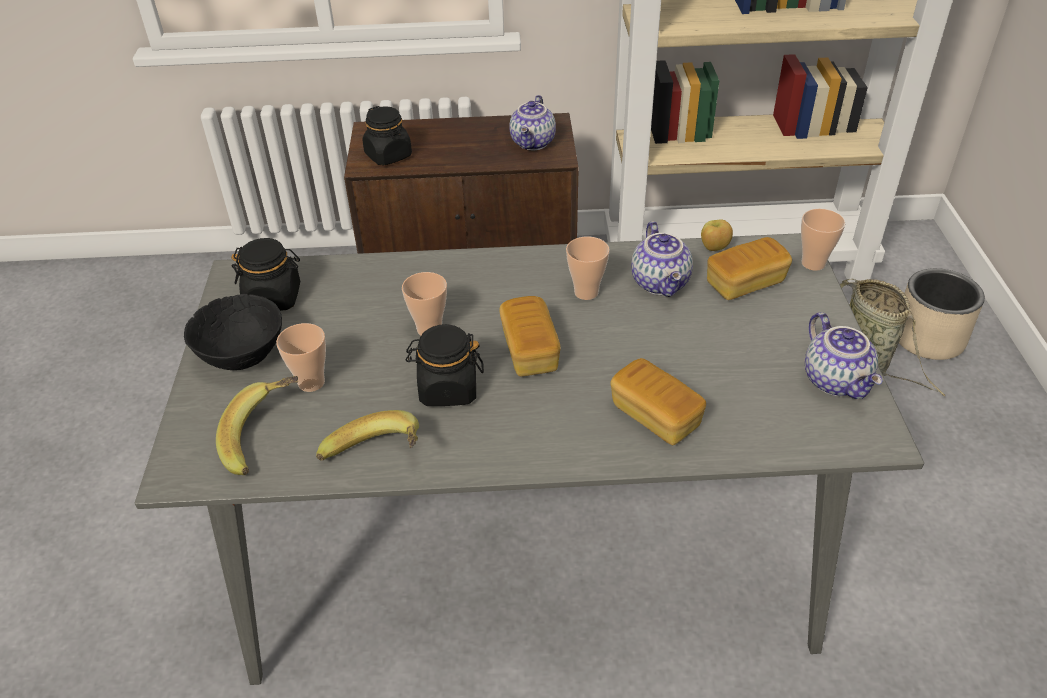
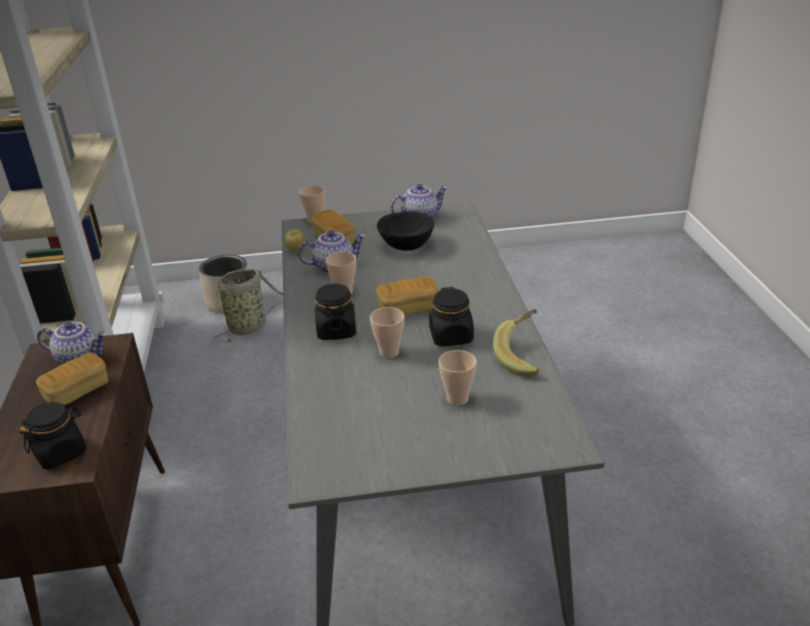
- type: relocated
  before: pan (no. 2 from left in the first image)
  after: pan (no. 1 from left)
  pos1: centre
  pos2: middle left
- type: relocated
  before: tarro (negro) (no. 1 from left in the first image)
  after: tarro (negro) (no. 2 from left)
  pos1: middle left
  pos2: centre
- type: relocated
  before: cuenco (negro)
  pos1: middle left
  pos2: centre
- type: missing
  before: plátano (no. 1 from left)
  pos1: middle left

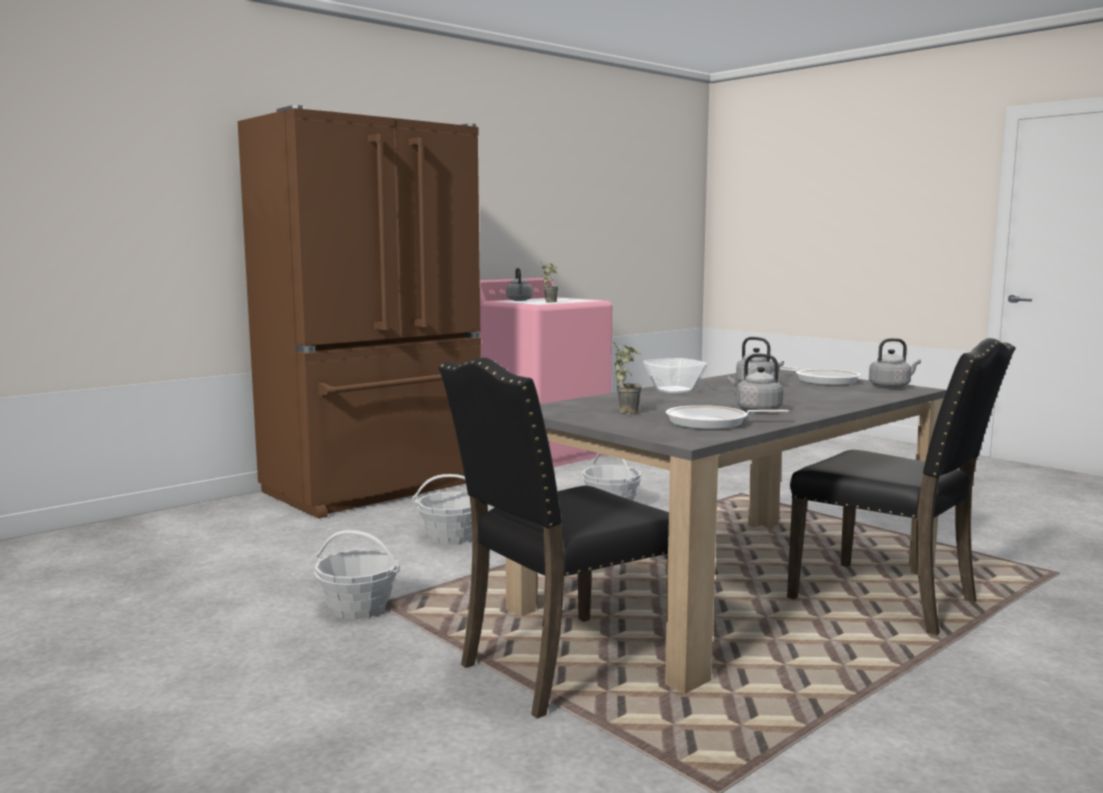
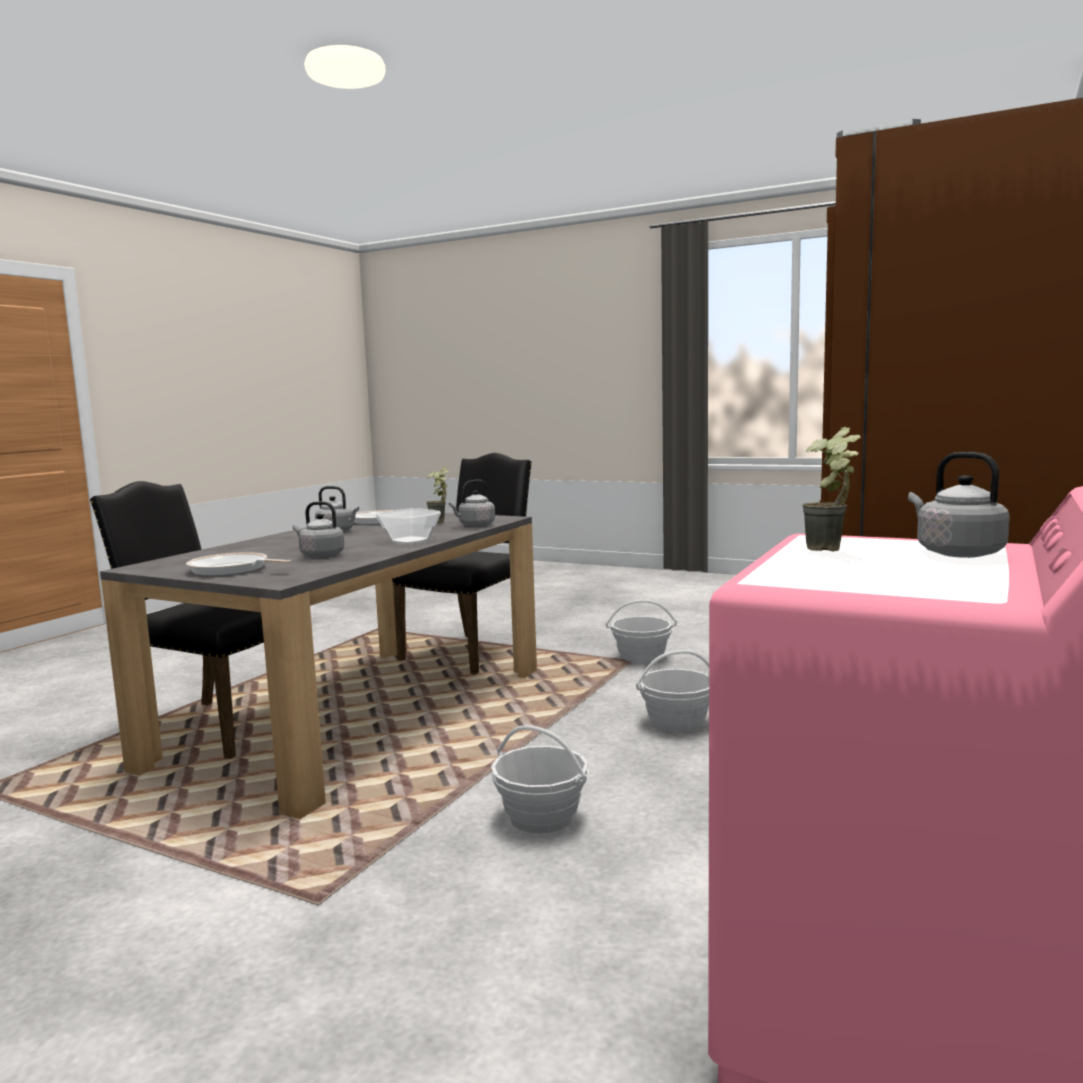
- type: relocated
  before: hervidor (gris) (no. 4 from left in the first image)
  after: hervidor (gris) (no. 3 from left)
  pos1: middle right
  pos2: centre

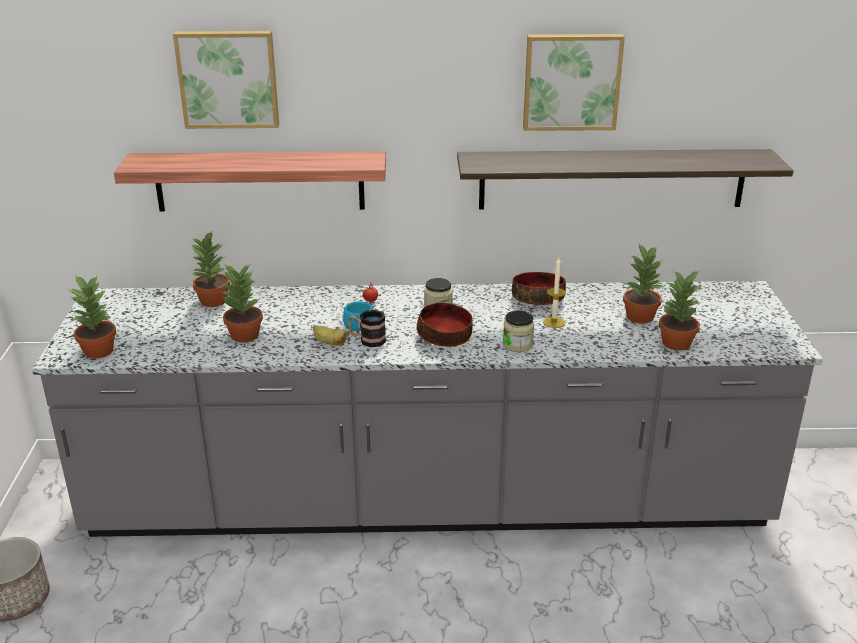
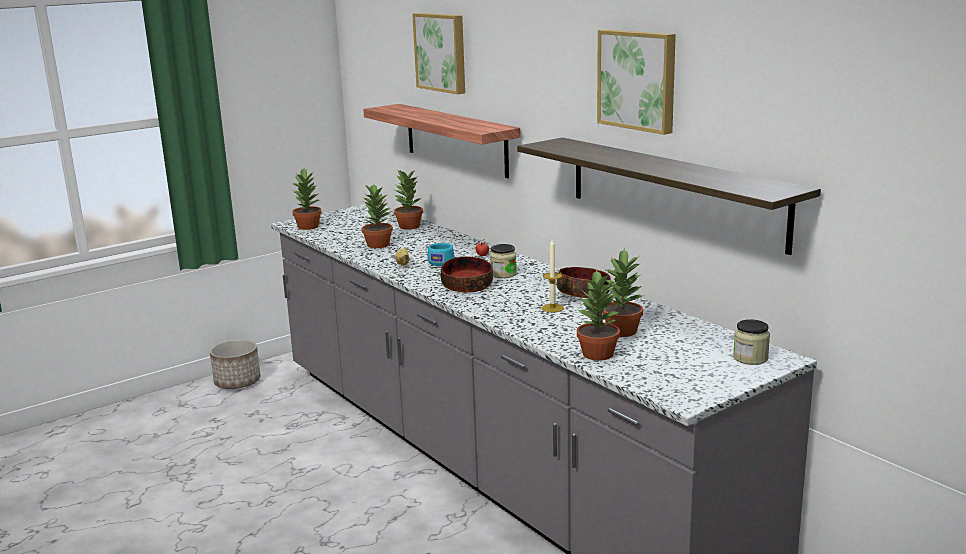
- type: relocated
  before: tarro (no. 2 from left)
  pos1: centre
  pos2: middle right
- type: missing
  before: taza grande
  pos1: centre

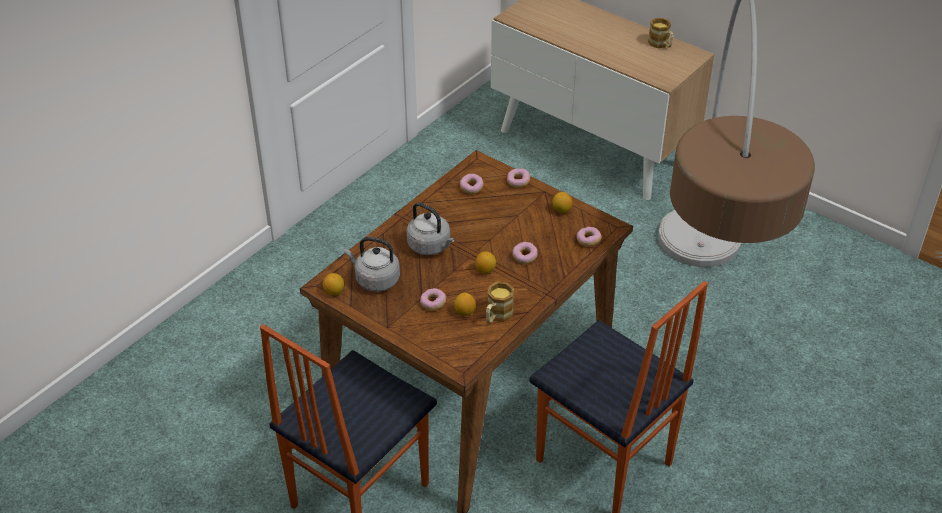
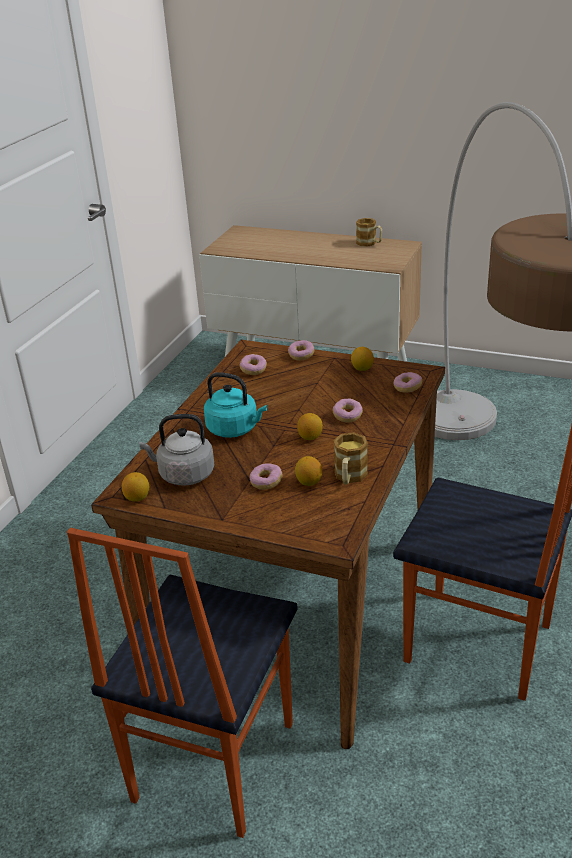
- type: colour
  before: hervidor (gris) (no. 2 from left)
  after: hervidor (turquesa)
  pos1: centre
  pos2: centre

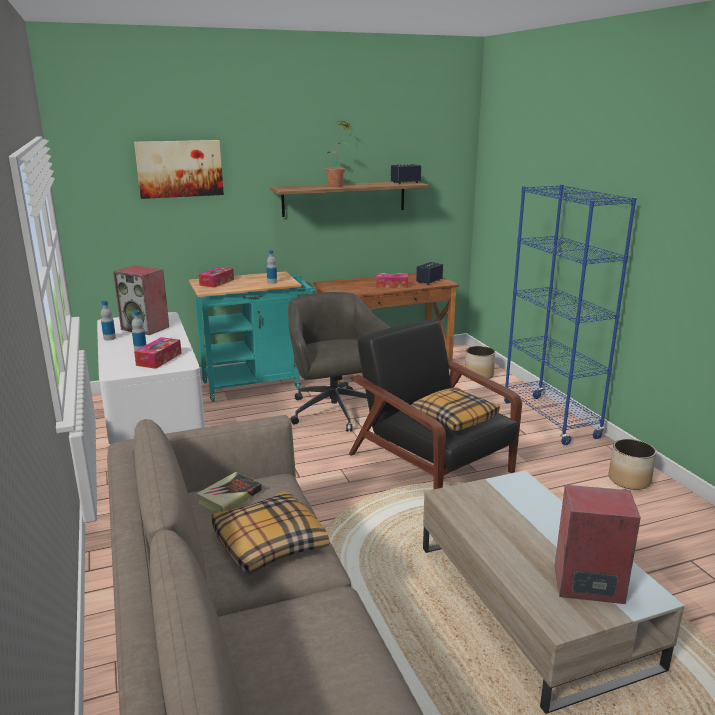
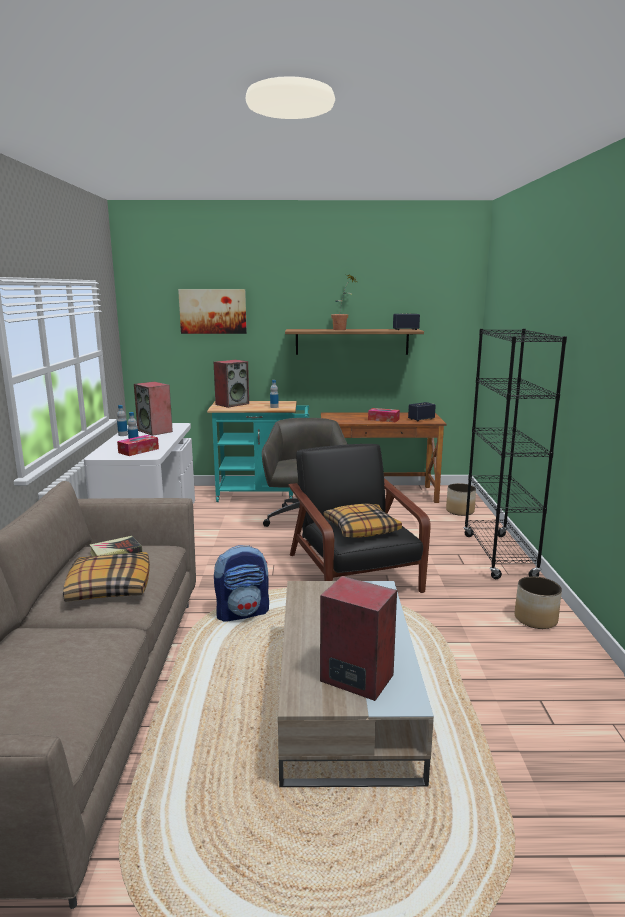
- type: exchanged
  before: caja de pañuelos (no. 2 from left)
  after: altavoz (no. 2 from left)
  pos1: middle left
  pos2: centre
- type: appeared
  after: mochila
  pos2: centre
- type: colour
  before: estantería (azul)
  after: estantería (negro)
  pos1: middle right
  pos2: middle right

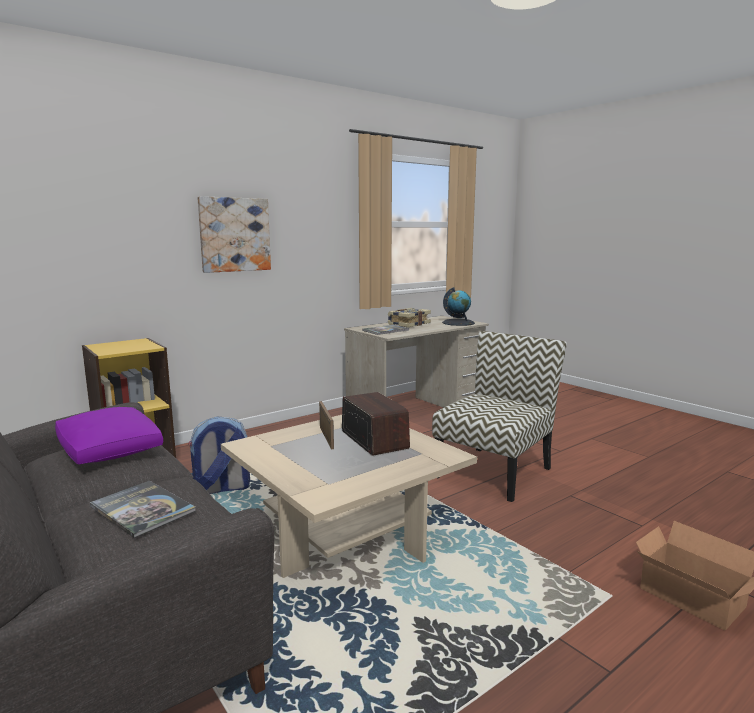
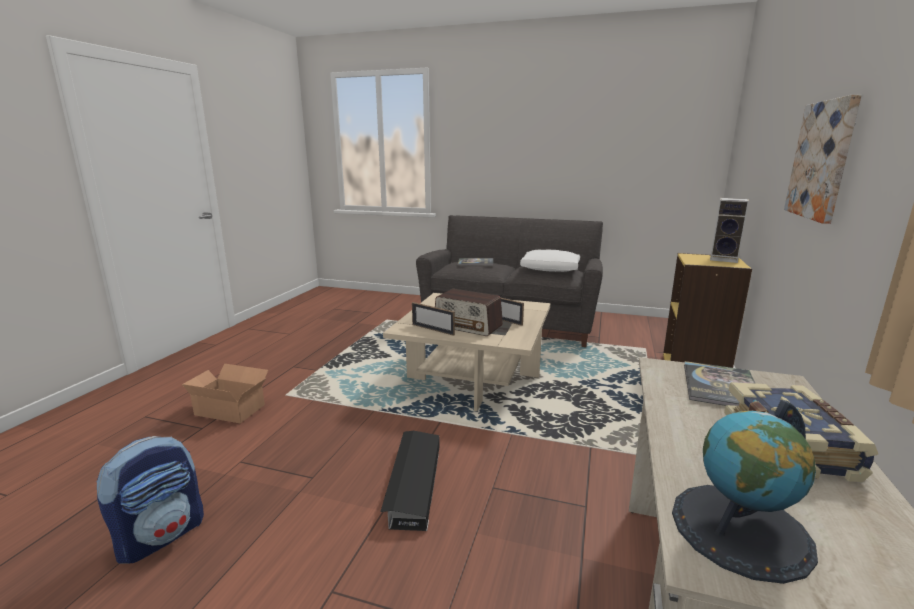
- type: relocated
  before: mochila
  pos1: middle left
  pos2: bottom left
- type: exchanged
  before: silla
  after: caja de almacenaje (negro)
  pos1: centre
  pos2: bottom centre
- type: appeared
  after: portarretratos (no. 1 from left)
  pos2: centre
- type: colour
  before: cojín (morado)
  after: cojín (blanco)
  pos1: middle left
  pos2: centre
- type: appeared
  after: altavoz
  pos2: middle right

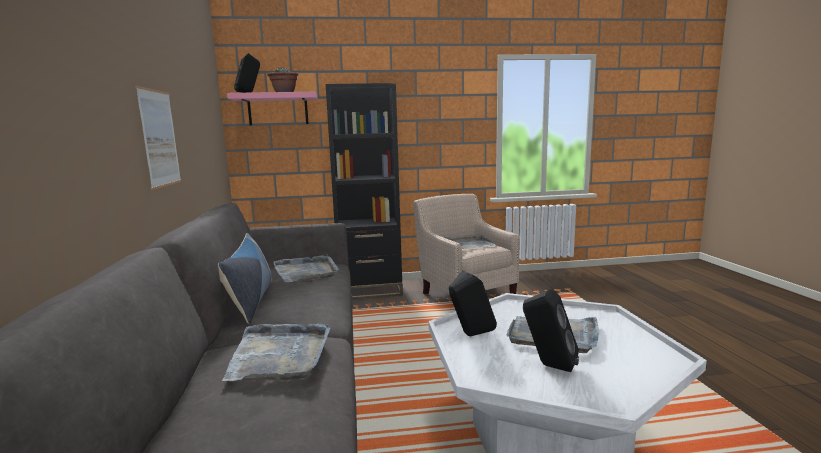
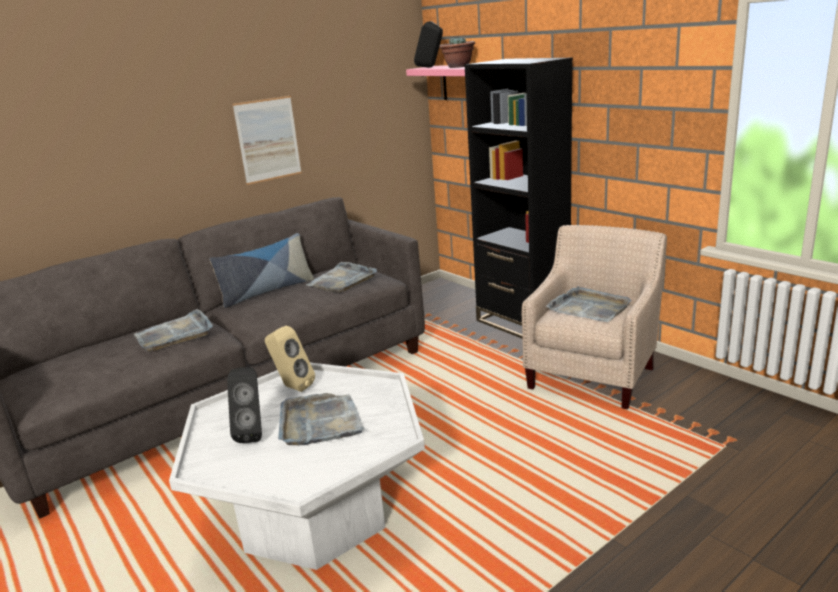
- type: colour
  before: altavoz (negro) (no. 2 from left)
  after: altavoz (beis)
  pos1: bottom centre
  pos2: centre

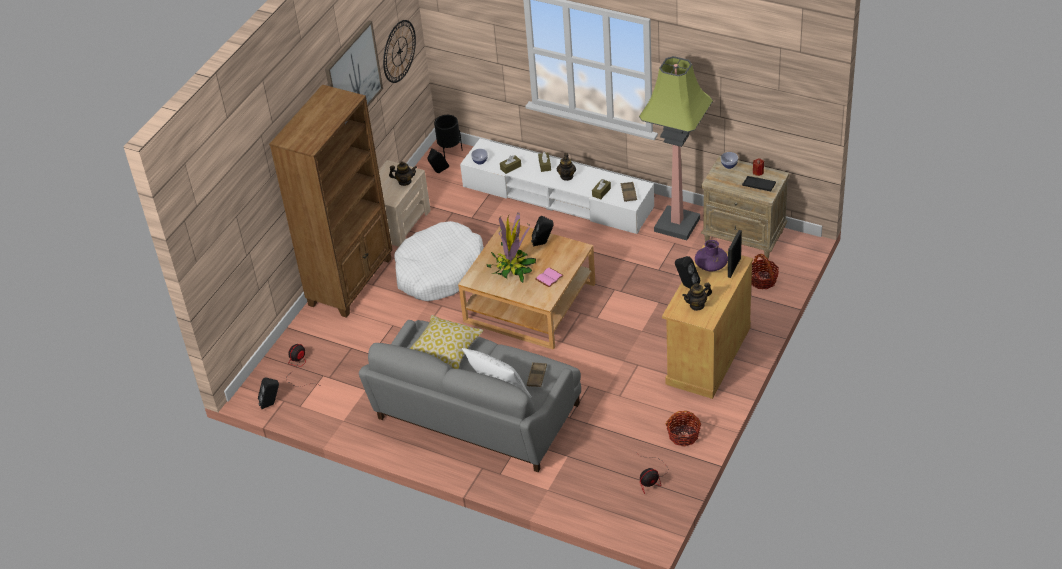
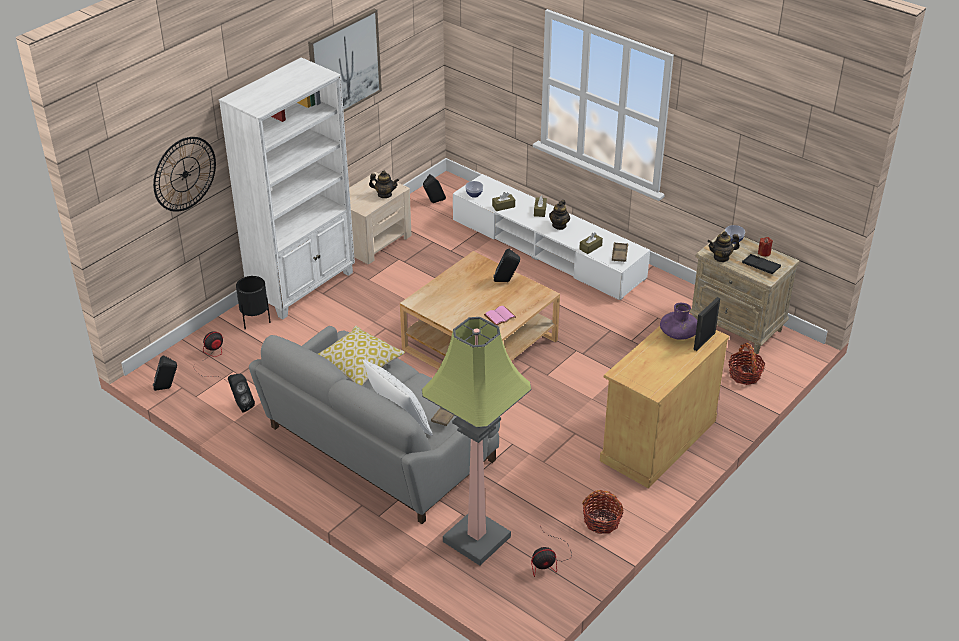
- type: relocated
  before: reloj de pared
  pos1: top centre
  pos2: top left
- type: colour
  before: estantería (marrón)
  after: estantería (blanco)
  pos1: middle left
  pos2: top left
- type: relocated
  before: altavoz (negro) (no. 4 from left in the first image)
  after: altavoz (negro) (no. 2 from left)
  pos1: centre
  pos2: middle left
- type: relocated
  before: maceta (negro)
  pos1: top centre
  pos2: middle left
- type: relocated
  before: lámpara de pie
  pos1: top centre
  pos2: bottom centre
- type: relocated
  before: tetera (no. 3 from left)
  pos1: centre
  pos2: middle right
- type: missing
  before: cama para perro (blanco)
  pos1: centre
- type: missing
  before: planta en maceta
  pos1: centre

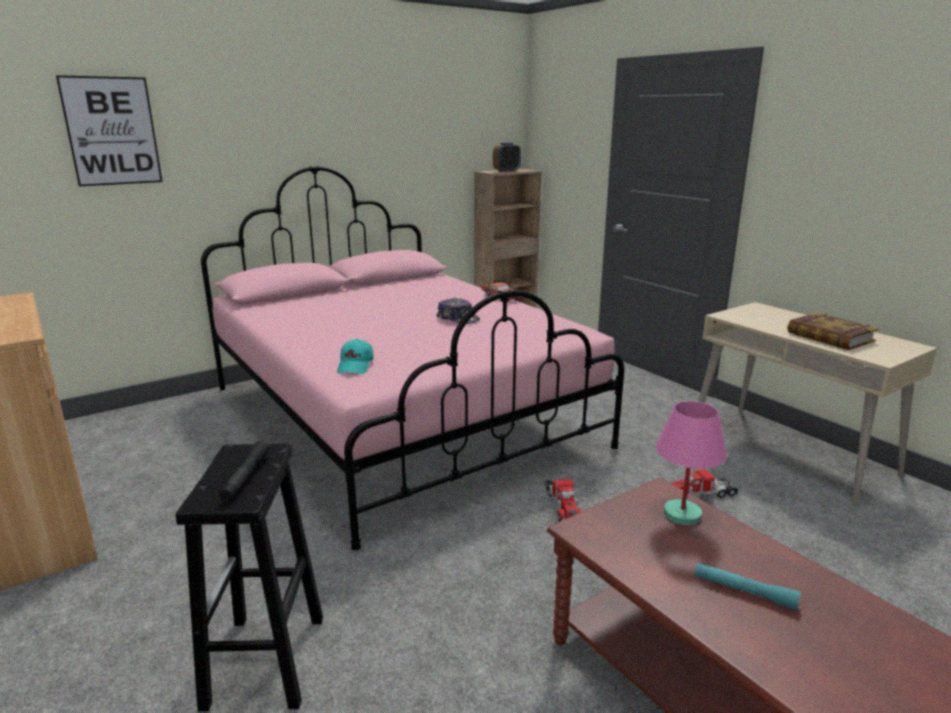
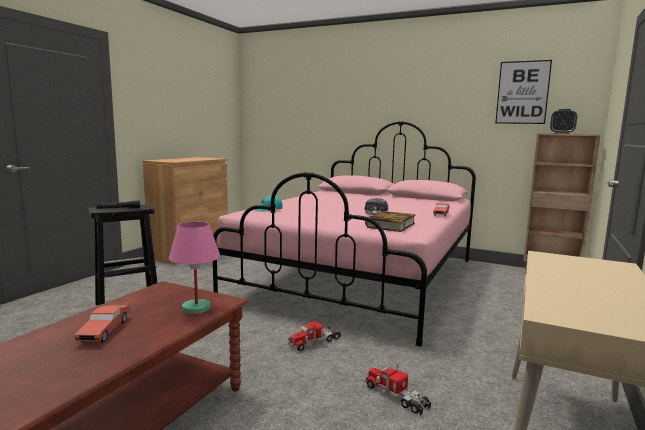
- type: exchanged
  before: linterna (turquesa)
  after: coche de juguete (rojo) (no. 1 from left)
  pos1: bottom right
  pos2: bottom left
- type: relocated
  before: libro
  pos1: middle right
  pos2: centre
- type: relocated
  before: cuadro
  pos1: top left
  pos2: top right

